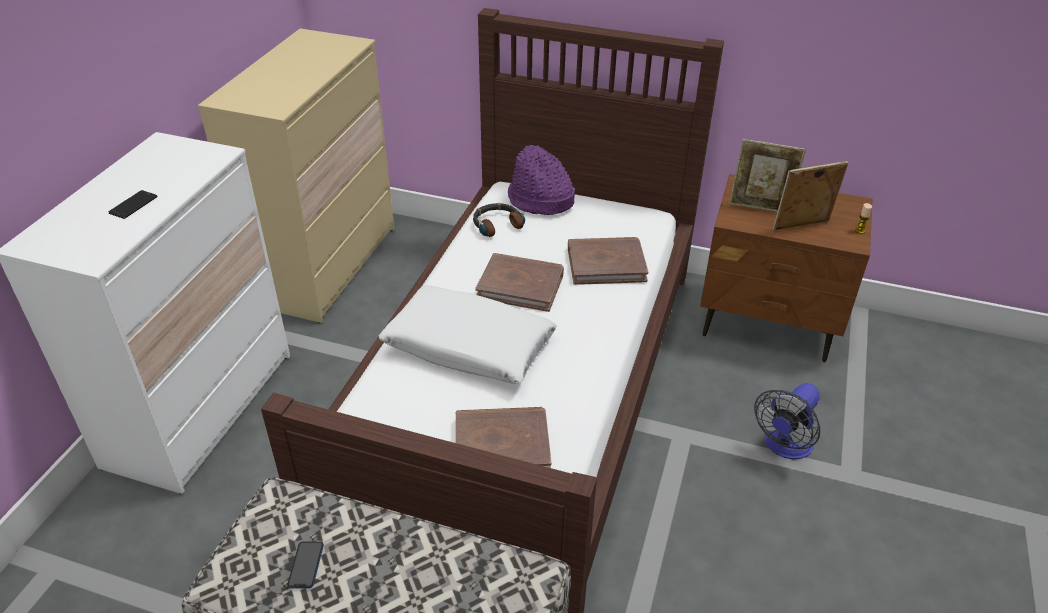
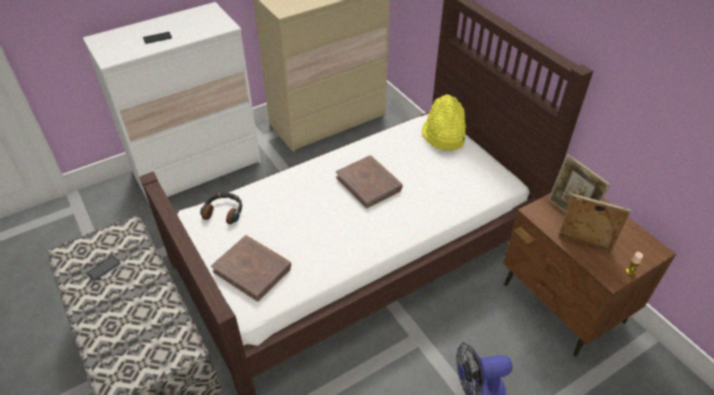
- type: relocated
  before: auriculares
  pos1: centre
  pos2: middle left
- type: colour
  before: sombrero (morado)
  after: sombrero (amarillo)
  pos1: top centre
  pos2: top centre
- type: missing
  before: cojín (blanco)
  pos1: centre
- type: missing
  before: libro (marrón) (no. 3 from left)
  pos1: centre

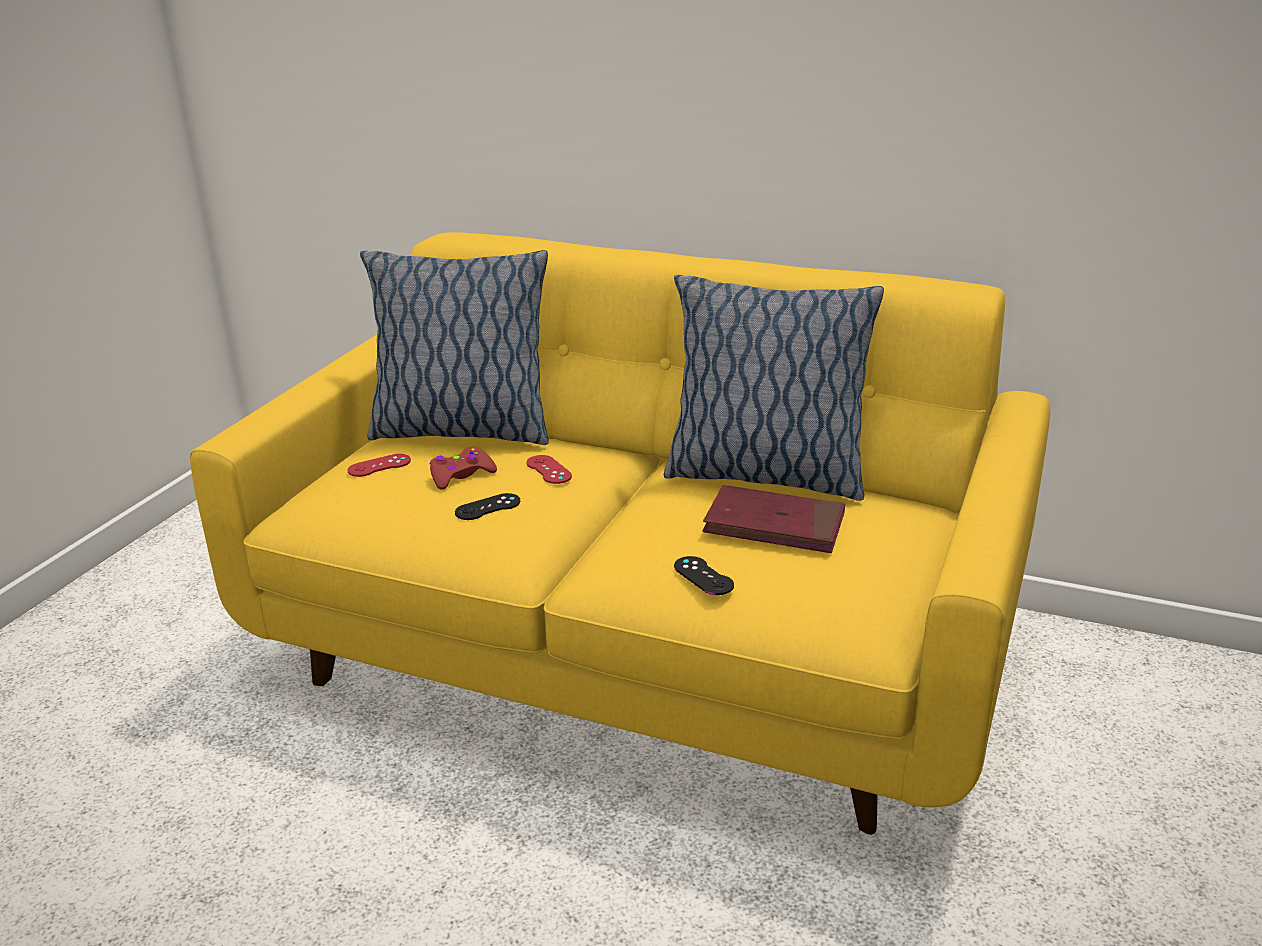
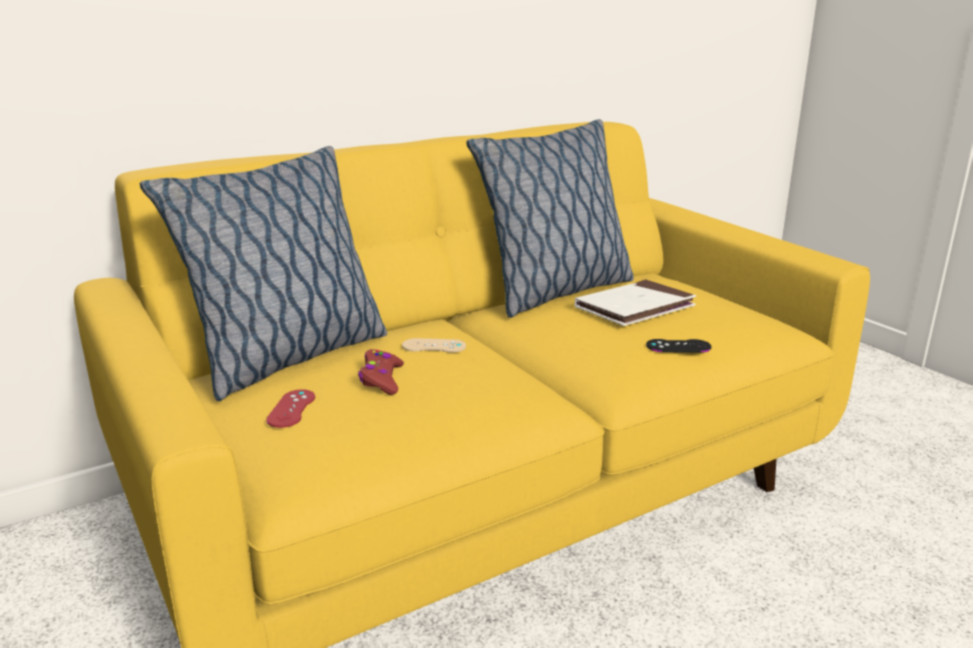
- type: colour
  before: mando de consola (rojo) (no. 3 from left)
  after: mando de consola (beis)
  pos1: centre
  pos2: centre
- type: colour
  before: libro (rojo)
  after: libro (blanco)
  pos1: centre
  pos2: centre
- type: missing
  before: mando de consola (negro) (no. 1 from left)
  pos1: centre

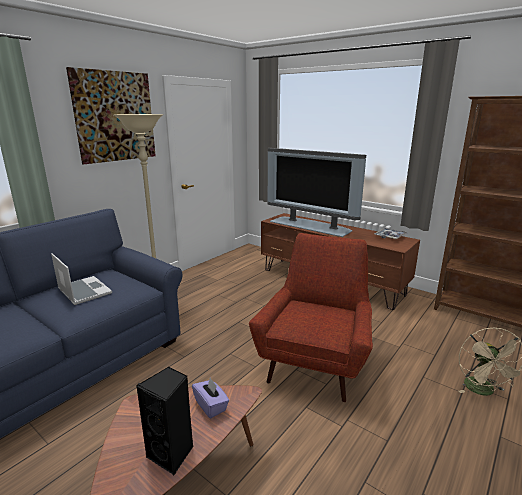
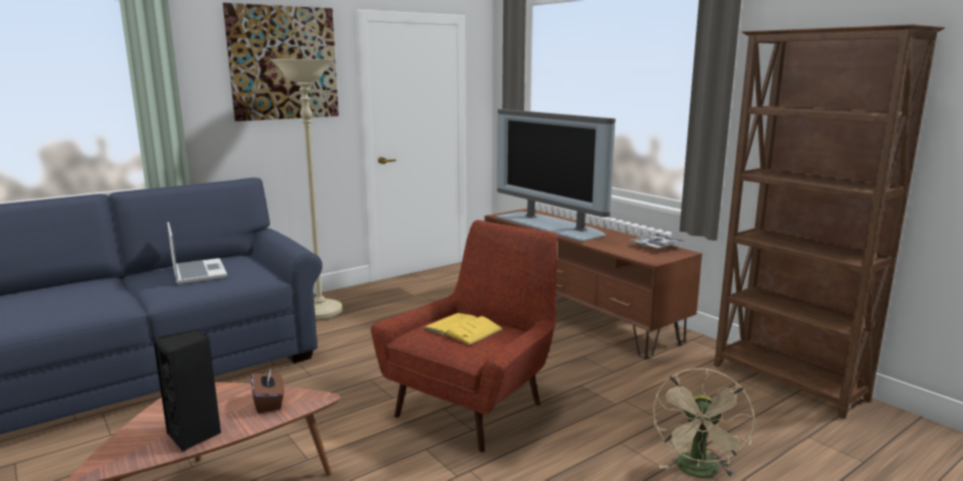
- type: colour
  before: caja de pañuelos (morado)
  after: caja de pañuelos (marrón)
  pos1: bottom centre
  pos2: bottom left
- type: appeared
  after: libro (amarillo)
  pos2: bottom centre

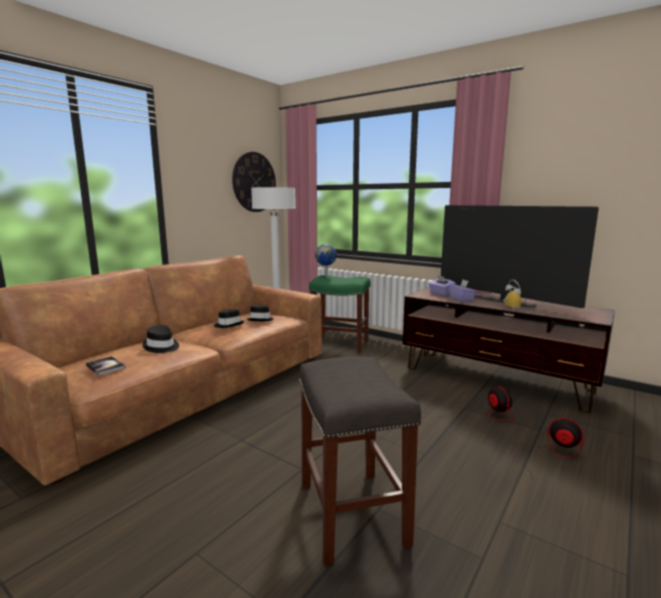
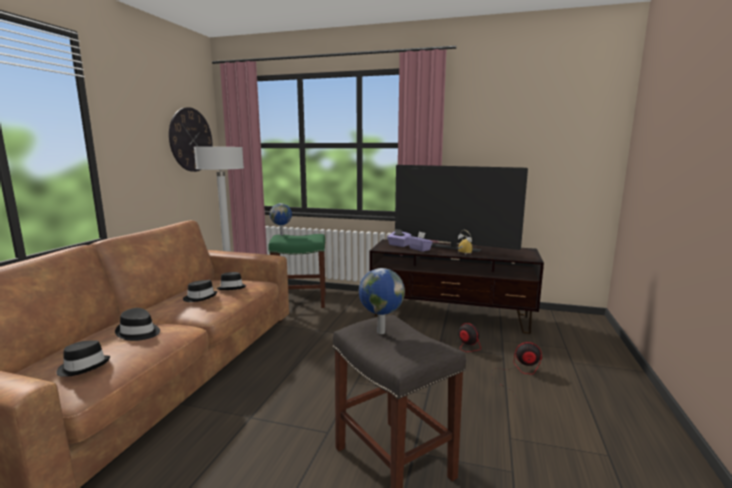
- type: exchanged
  before: libro
  after: sombrero (negro) (no. 1 from left)
  pos1: middle left
  pos2: bottom left
- type: appeared
  after: globo terráqueo (no. 2 from left)
  pos2: centre

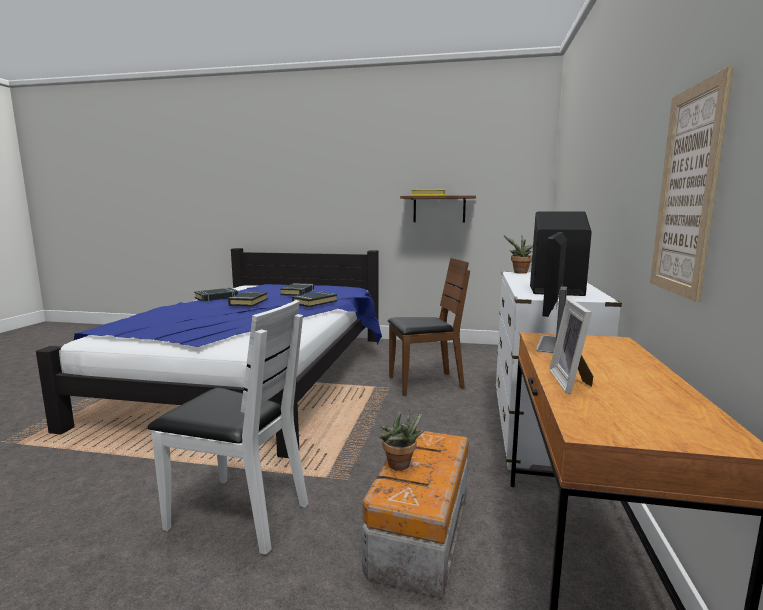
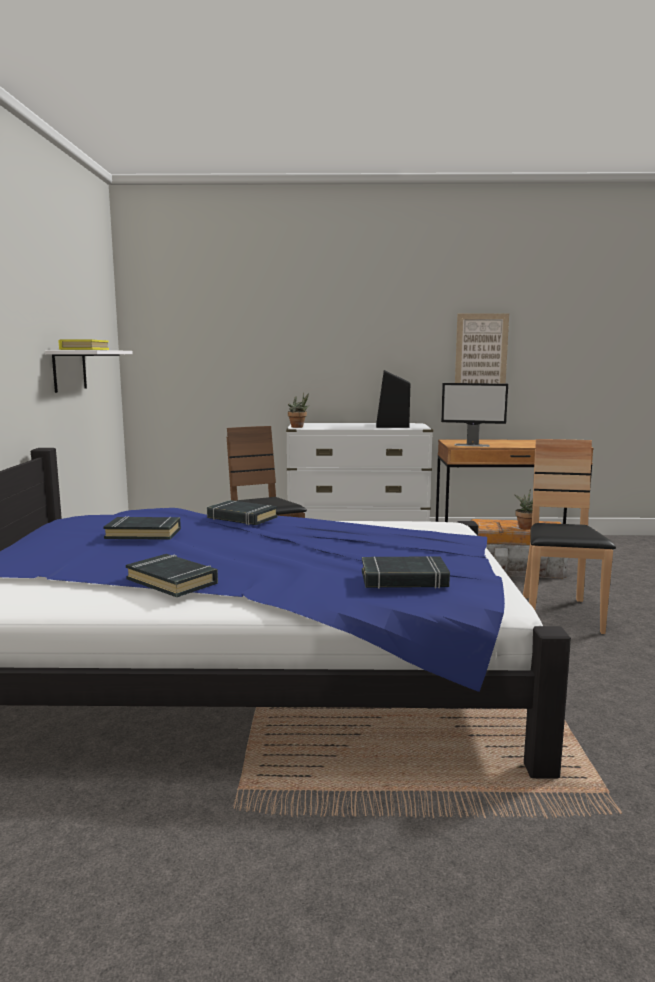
- type: colour
  before: estante (marrón)
  after: estante (blanco)
  pos1: centre
  pos2: middle left
- type: relocated
  before: libro (negro) (no. 2 from left in the first image)
  after: libro (negro) (no. 4 from left)
  pos1: middle left
  pos2: centre
- type: colour
  before: silla (blanco)
  after: silla (marrón) (no. 2 from left)
  pos1: bottom left
  pos2: middle right
- type: missing
  before: portarretratos
  pos1: middle right

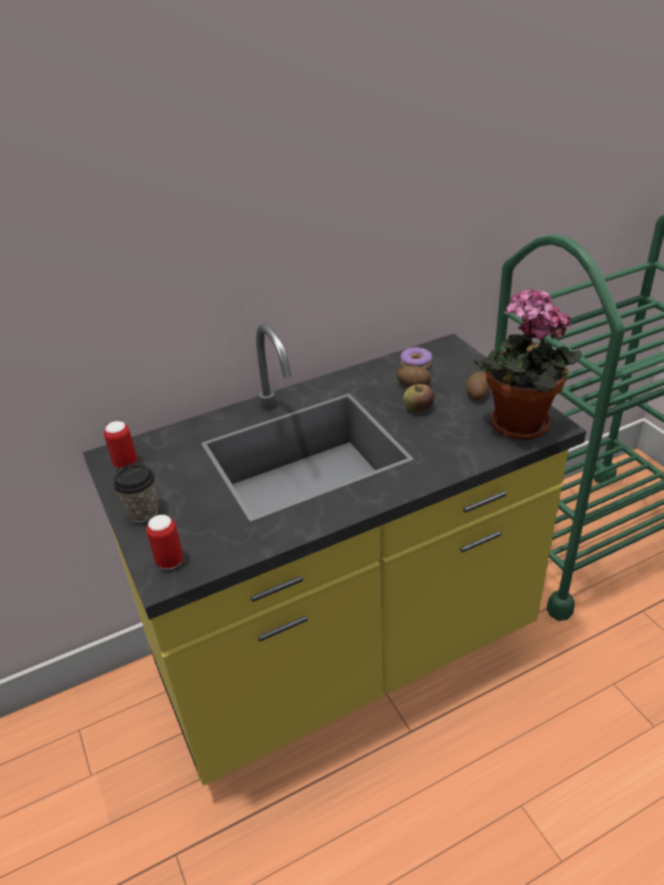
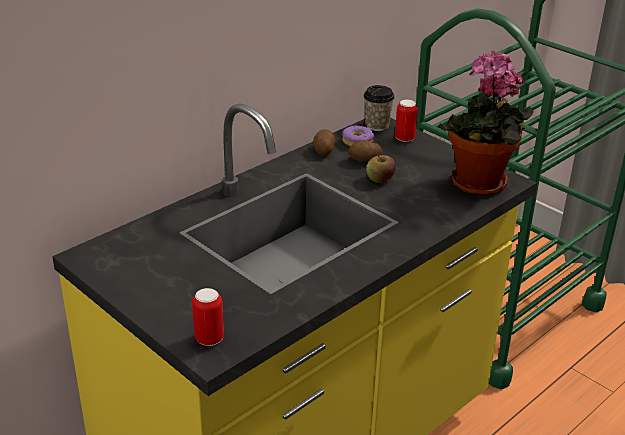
- type: relocated
  before: patata (no. 2 from left in the first image)
  after: patata (no. 1 from left)
  pos1: middle right
  pos2: top centre
- type: relocated
  before: taza
  pos1: middle left
  pos2: top centre
- type: relocated
  before: lata (no. 1 from left in the first image)
  after: lata (no. 2 from left)
  pos1: middle left
  pos2: top centre

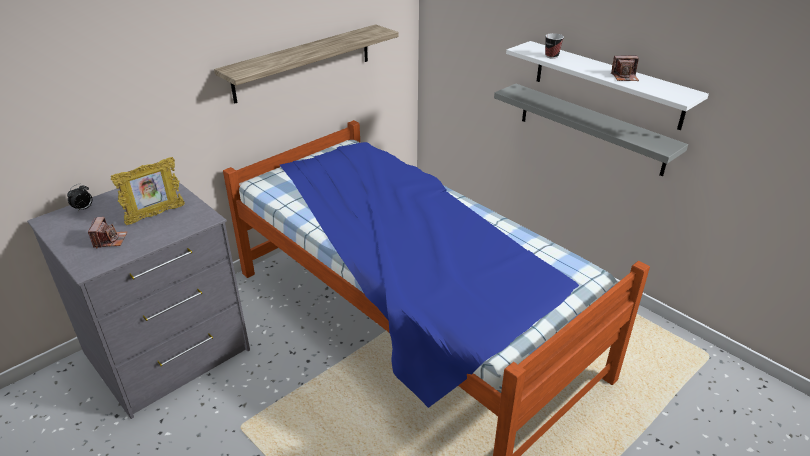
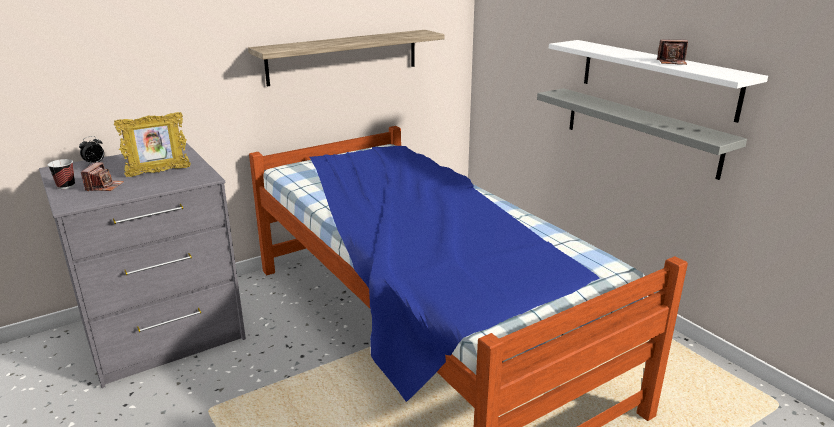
- type: relocated
  before: taza
  pos1: top right
  pos2: middle left

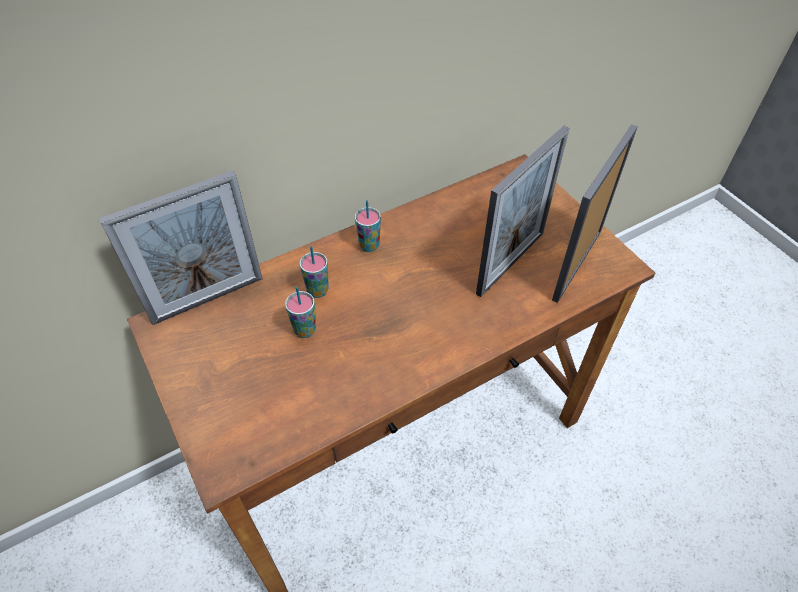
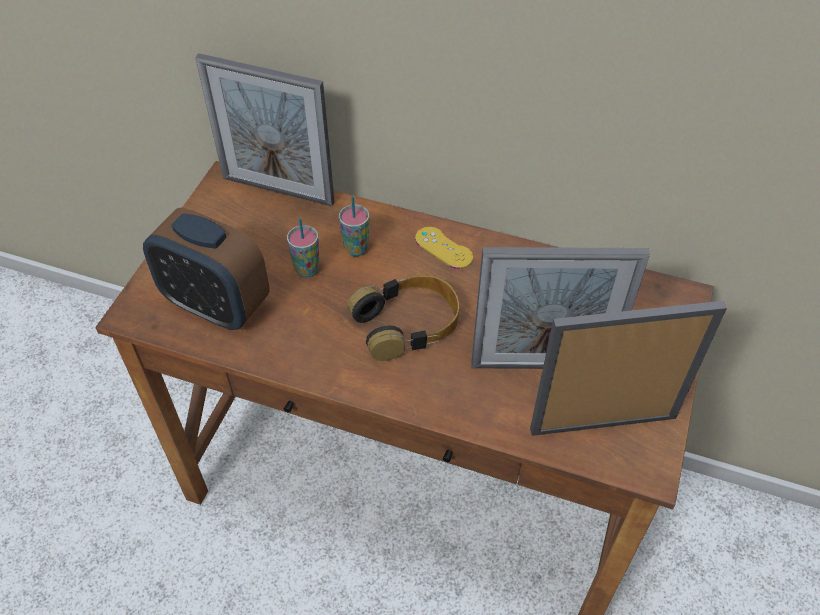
- type: appeared
  after: despertador
  pos2: middle left
- type: appeared
  after: auriculares
  pos2: centre
- type: exchanged
  before: taza (no. 3 from left)
  after: mando de consola (amarillo)
  pos1: centre
  pos2: centre

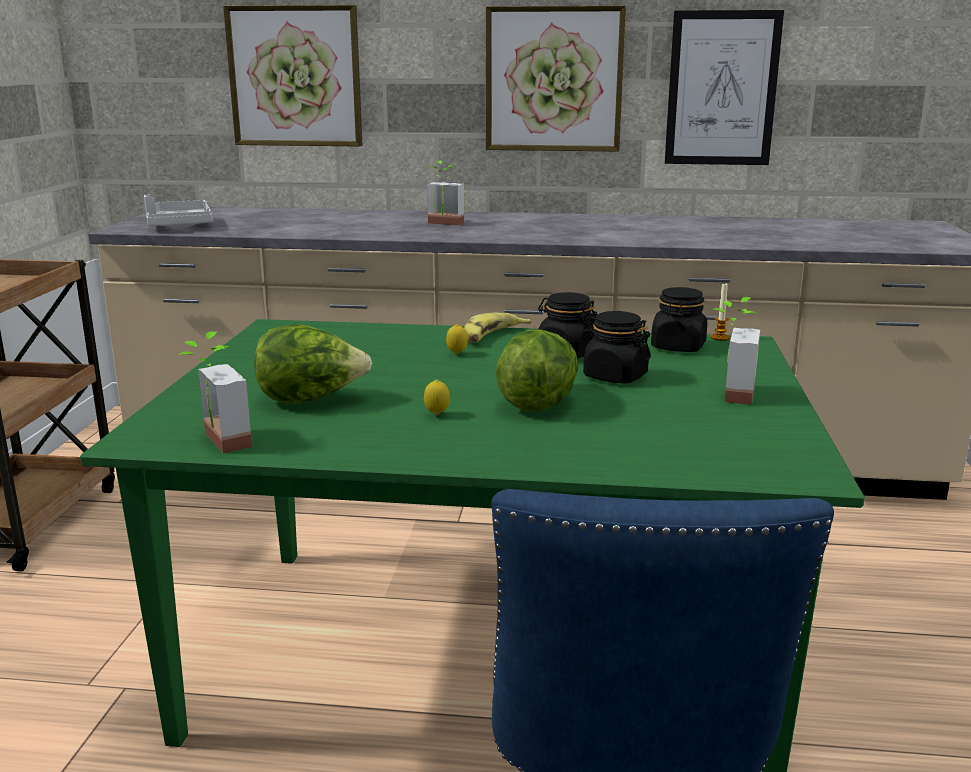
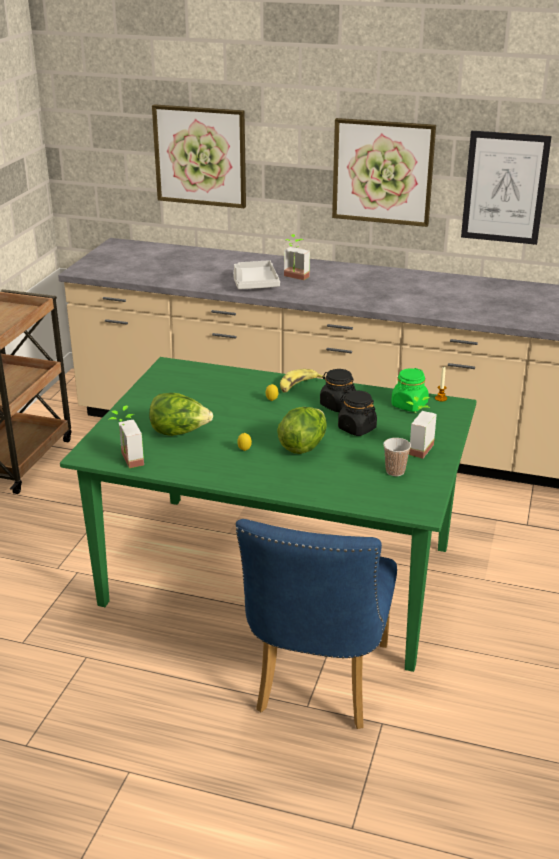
- type: relocated
  before: bandeja (gris)
  pos1: top left
  pos2: top centre
- type: appeared
  after: taza
  pos2: middle right
- type: colour
  before: tarro (negro) (no. 3 from left)
  after: tarro (verde)
  pos1: middle right
  pos2: middle right

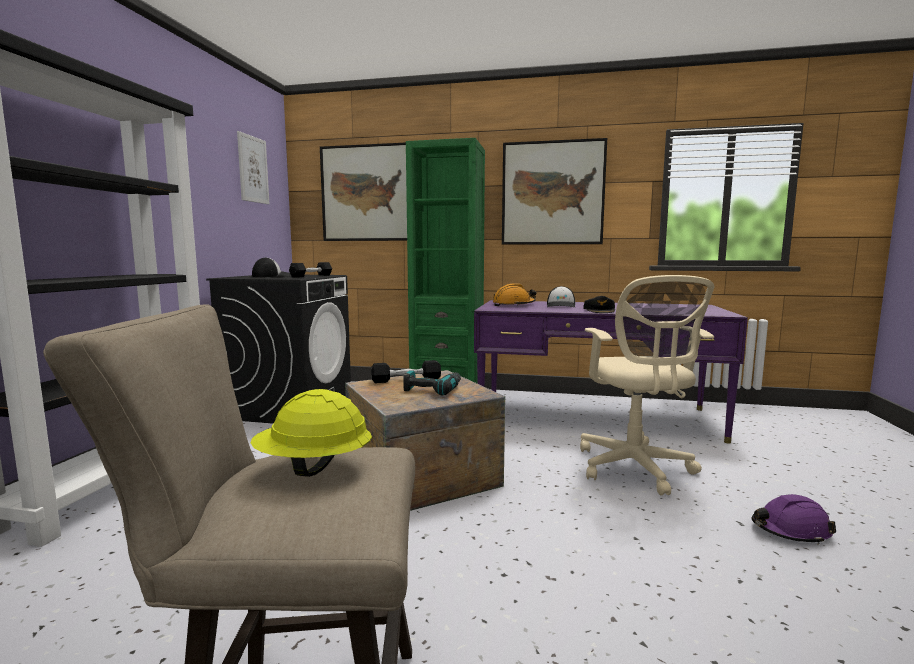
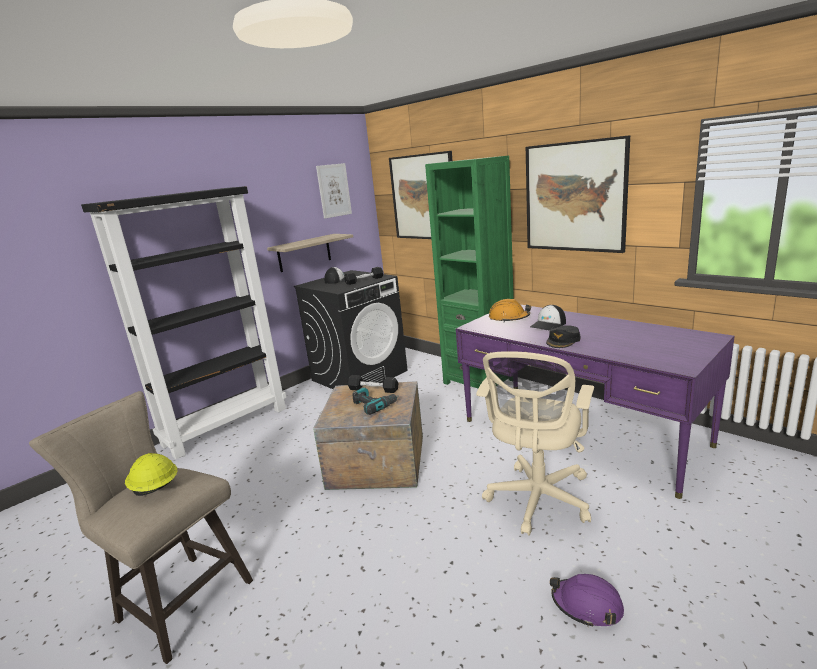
- type: appeared
  after: estante
  pos2: centre

